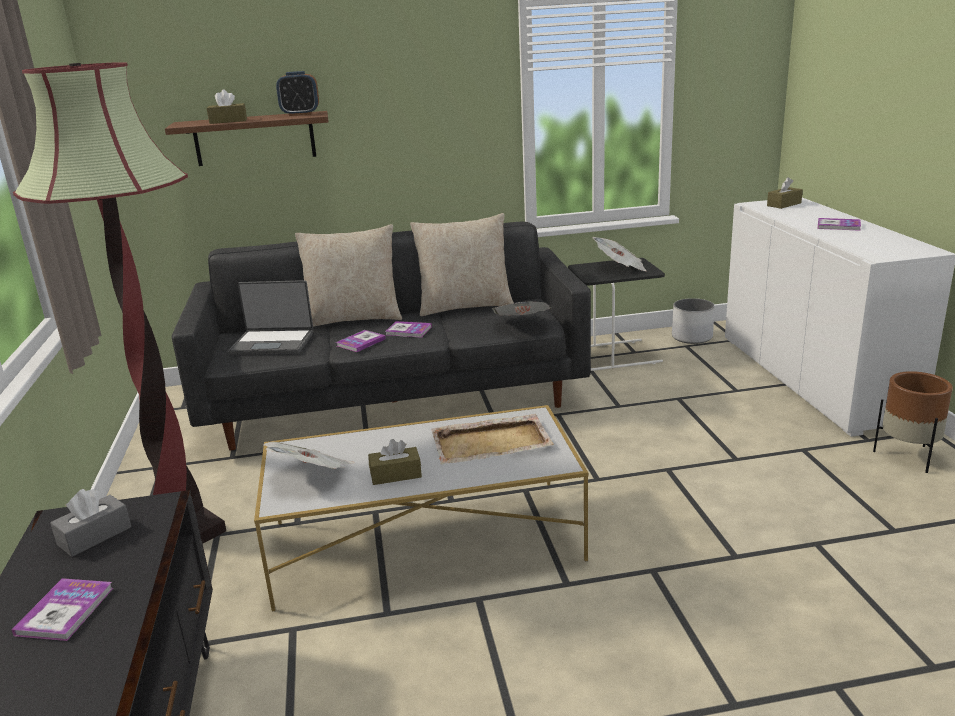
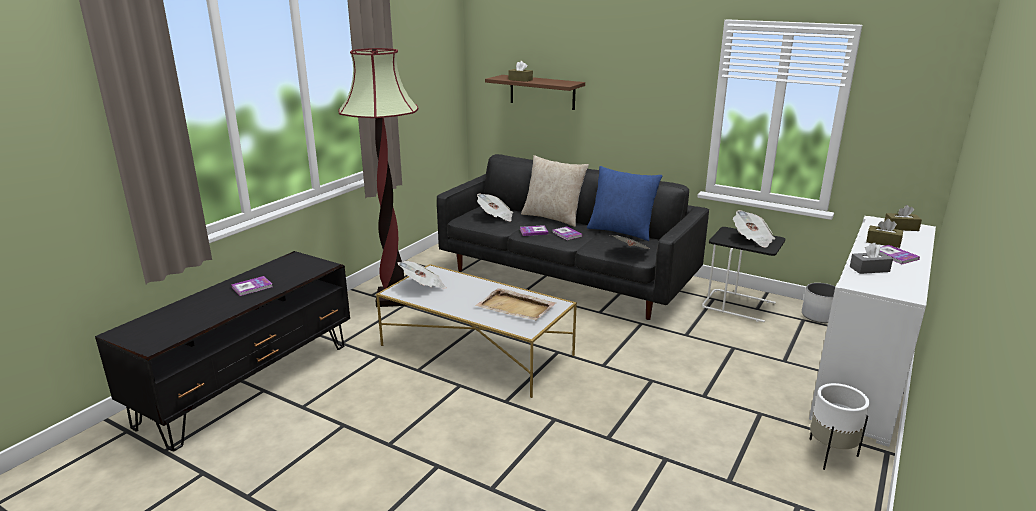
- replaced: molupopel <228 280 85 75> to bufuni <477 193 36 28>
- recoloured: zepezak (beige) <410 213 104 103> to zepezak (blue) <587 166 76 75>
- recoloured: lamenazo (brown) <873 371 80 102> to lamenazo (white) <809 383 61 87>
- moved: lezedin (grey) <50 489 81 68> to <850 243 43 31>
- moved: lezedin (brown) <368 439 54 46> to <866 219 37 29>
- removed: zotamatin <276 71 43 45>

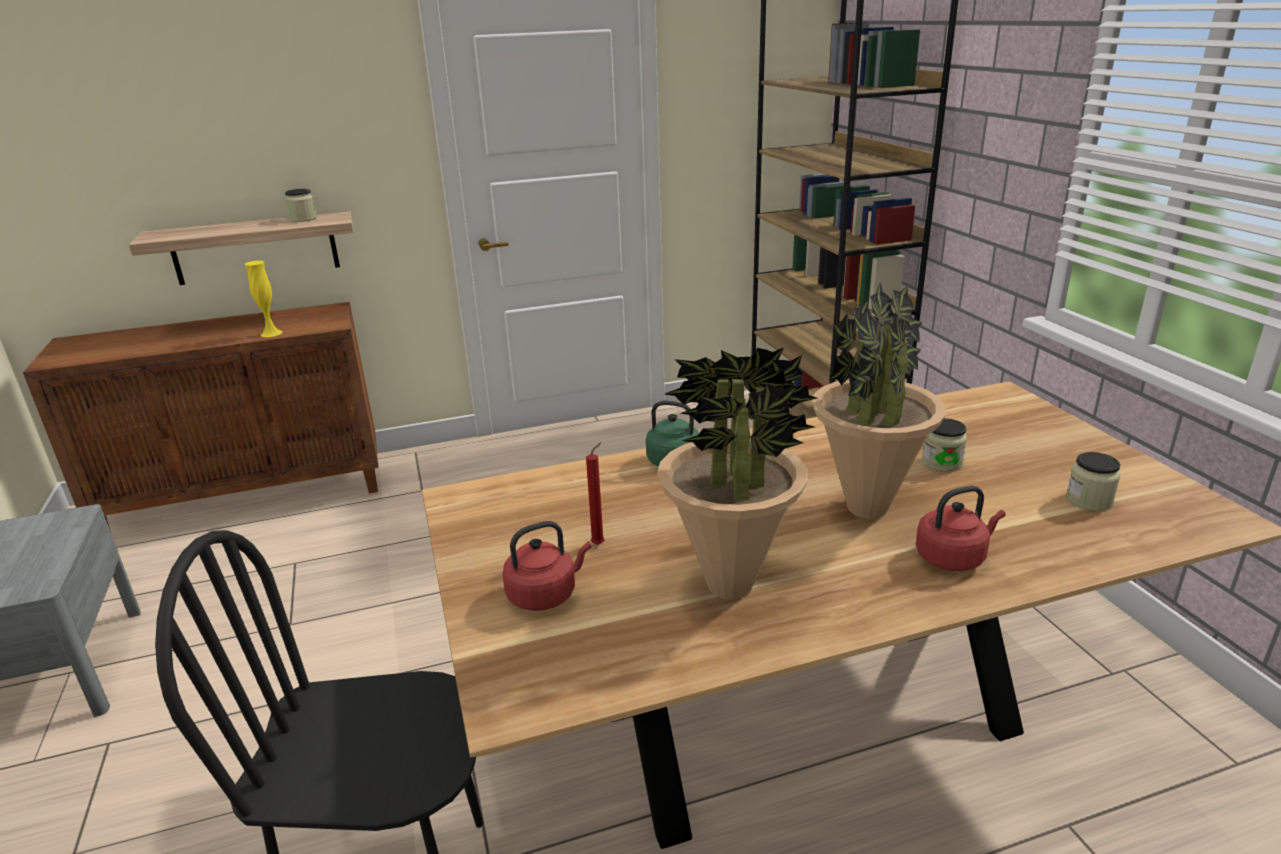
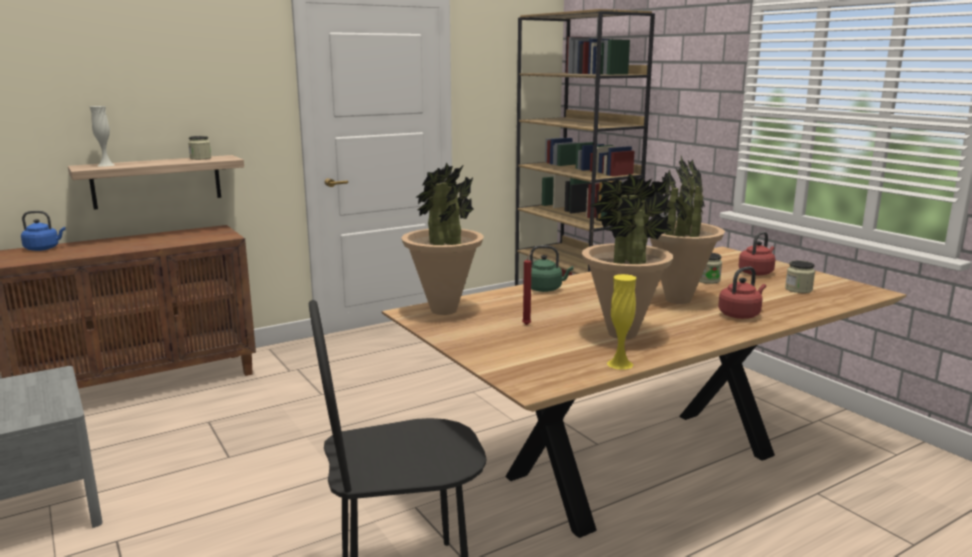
- added: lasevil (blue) <21 211 44 40>
- added: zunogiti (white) <90 106 25 61>
- added: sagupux <401 163 83 152>
- moved: zunogiti (yellow) <244 261 38 76> to <607 274 29 96>
- moved: lasevil (red) <502 521 90 90> to <739 232 36 43>

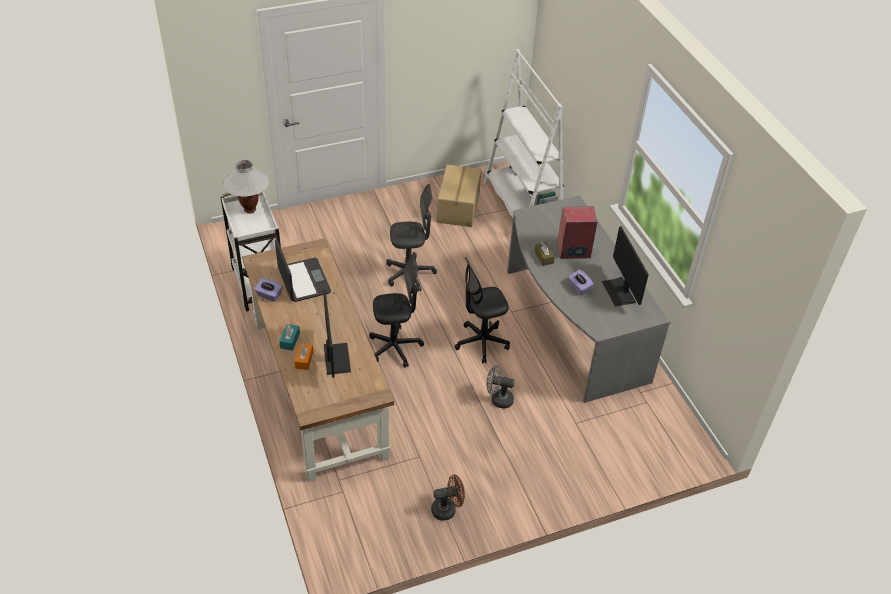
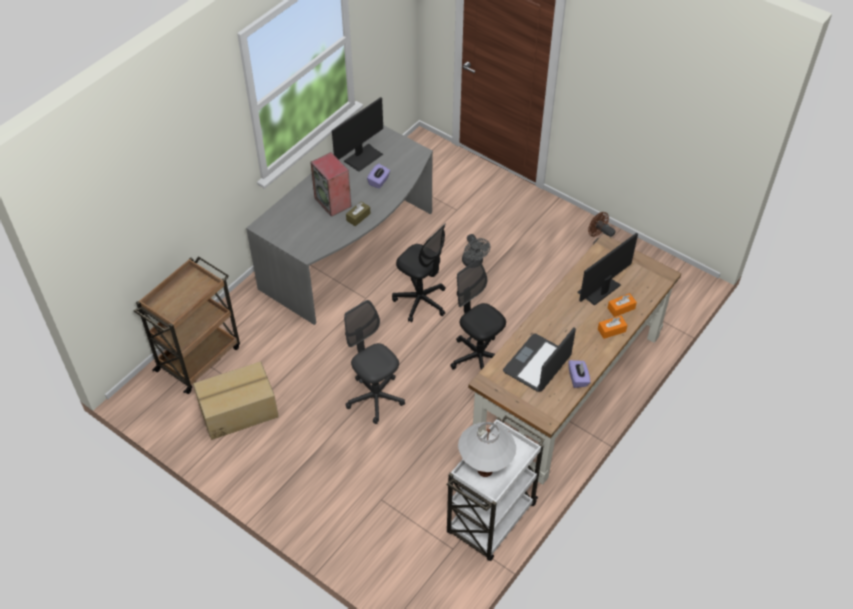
- replaced: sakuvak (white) <484 49 80 169> to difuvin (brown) <134 256 106 138>
- recoloured: lezedin (turquoise) <279 324 21 27> to lezedin (orange) <598 316 29 23>

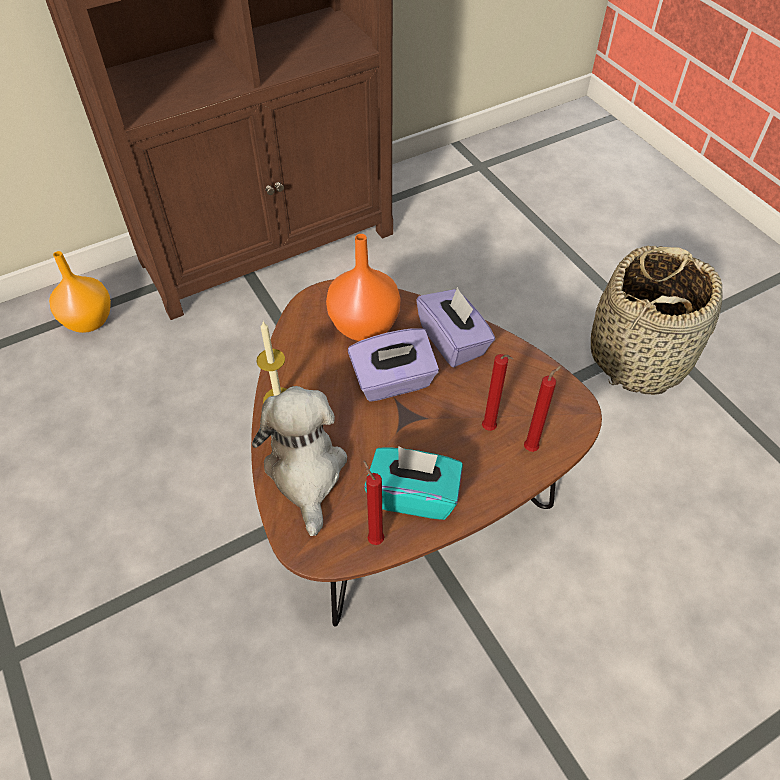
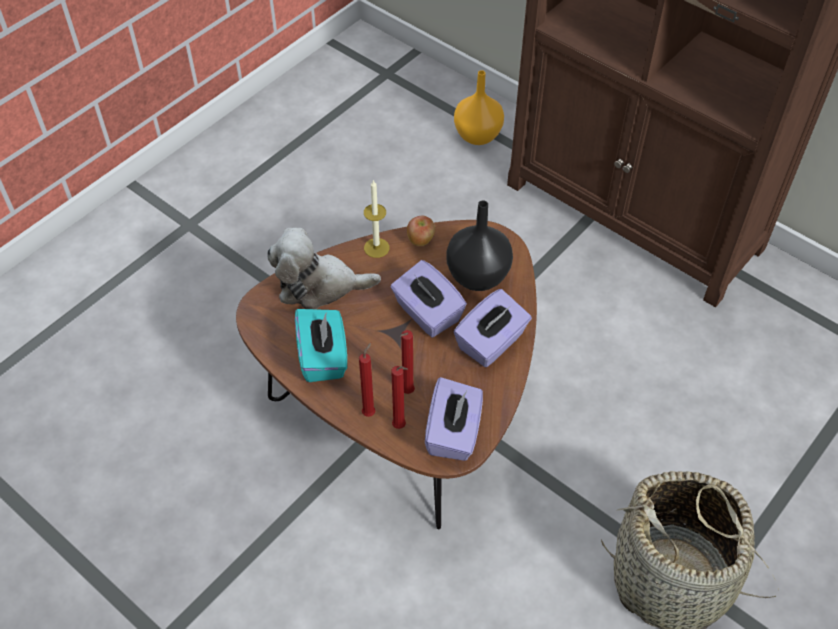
- turned: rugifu <252 386 95 150> = <267 227 114 82> 150 degrees counterclockwise
- moved: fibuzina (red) <363 460 21 85> to <359 343 16 74>
- added: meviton <407 216 28 30>
- added: lezedin (purple) <425 377 58 84>
- recoloured: zunogiti (orange) <326 234 75 107> to zunogiti (black) <446 200 67 91>

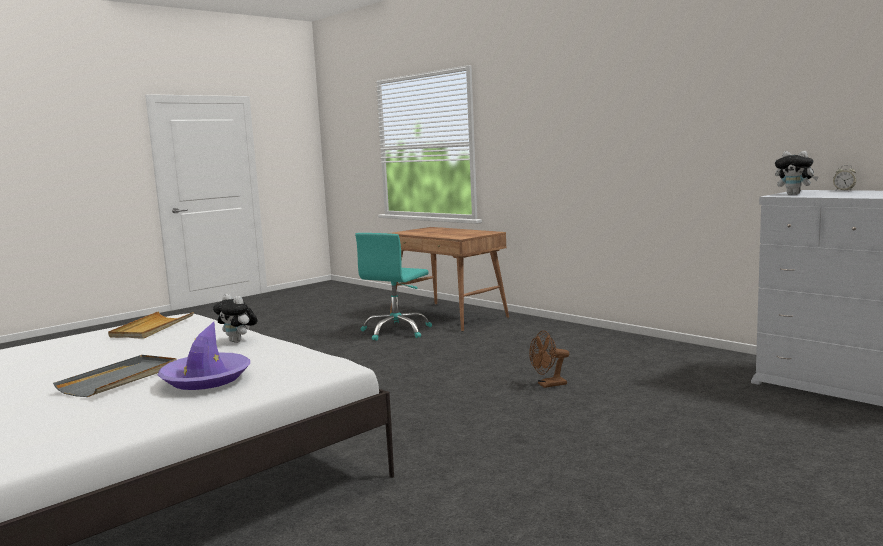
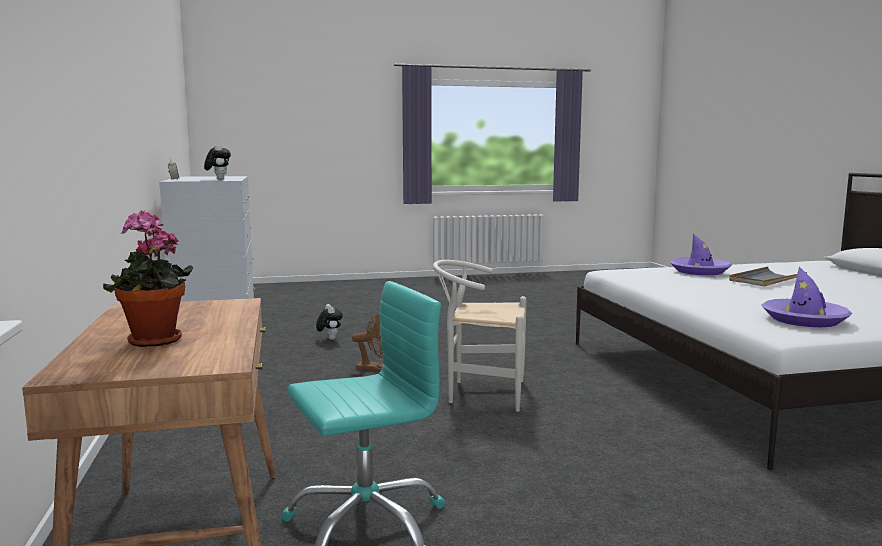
- added: sagupux <103 210 90 137>
- moved: rugifu <213 294 45 49> to <316 304 27 36>
- added: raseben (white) <433 260 94 152>
- replaced: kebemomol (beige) <108 311 86 28> to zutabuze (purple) <762 267 91 60>

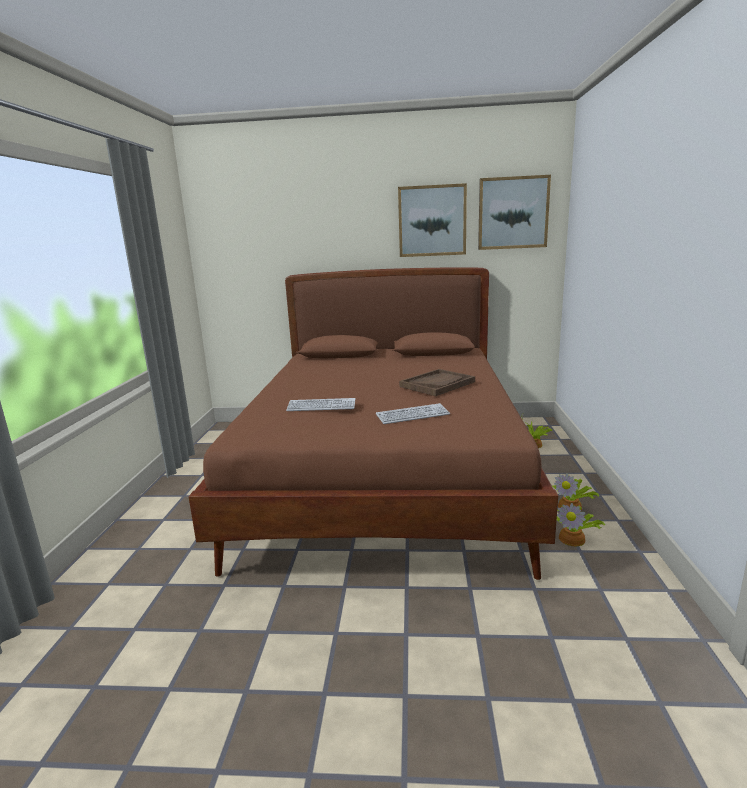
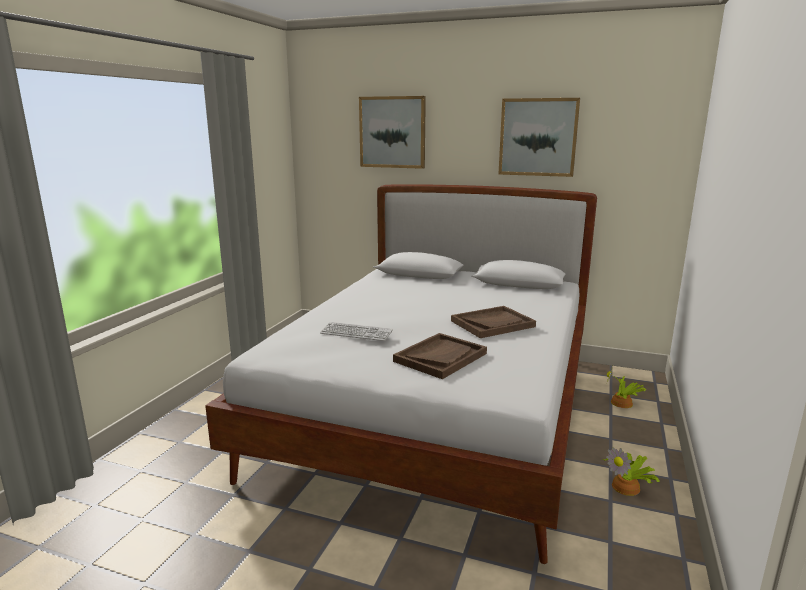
- recoloured: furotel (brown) <189 267 369 313> to furotel (white) <205 184 392 380>
- moved: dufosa <478 175 73 75> to <359 96 67 73>
- replaced: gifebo <376 403 74 21> to kebemomol (brown) <393 333 94 46>
- removed: sagupux <557 503 48 43>

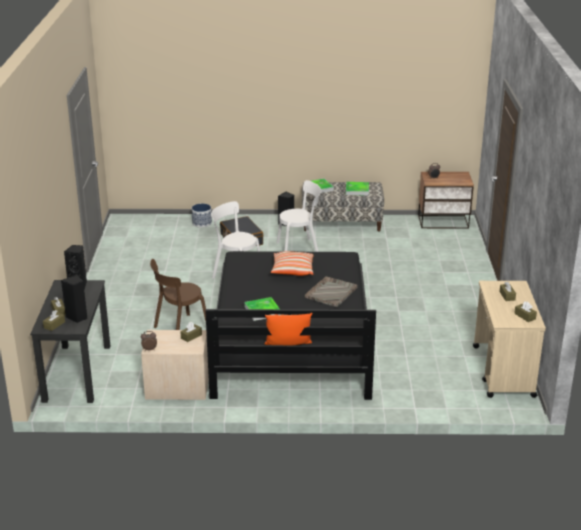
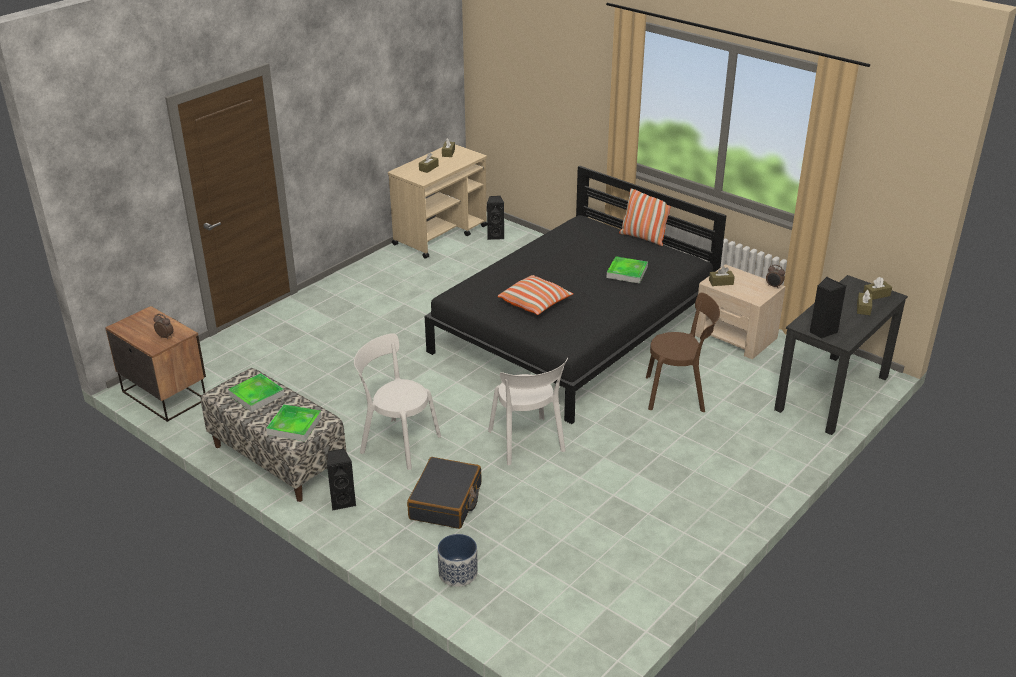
- moved: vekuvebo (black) <61 274 27 49> to <487 196 17 44>
- removed: kebemomol (grey) <305 276 52 31>

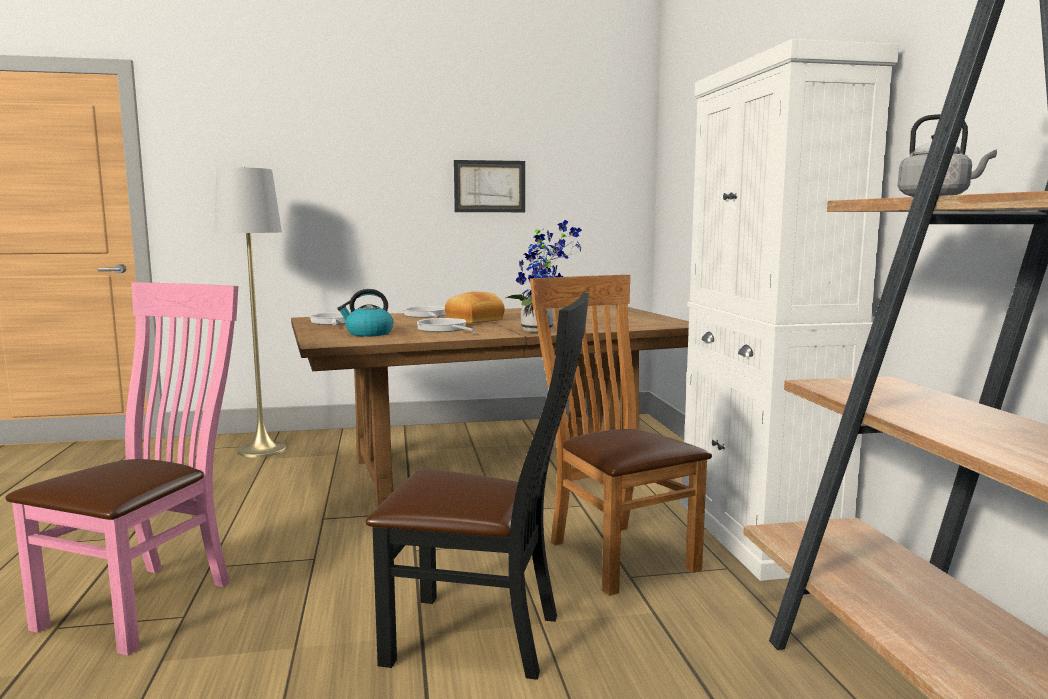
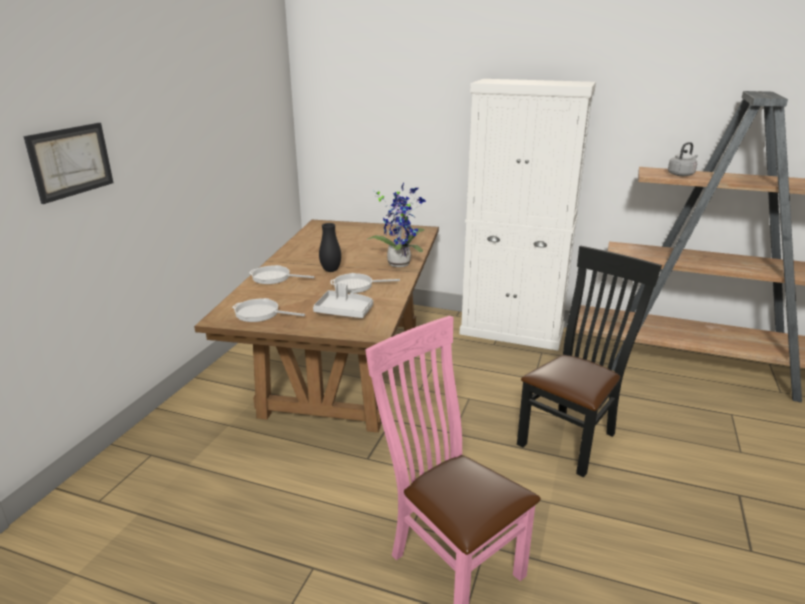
- moved: dufosa <454 160 71 52> to <23 123 90 81>
- replaced: lasevil <337 289 56 48> to kebemomol (grey) <313 283 60 35>
- replaced: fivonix <445 292 60 32> to zunogiti (black) <319 223 22 49>
- removed: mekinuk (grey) <214 167 73 291>
- removed: raseben (brown) <530 275 182 321>

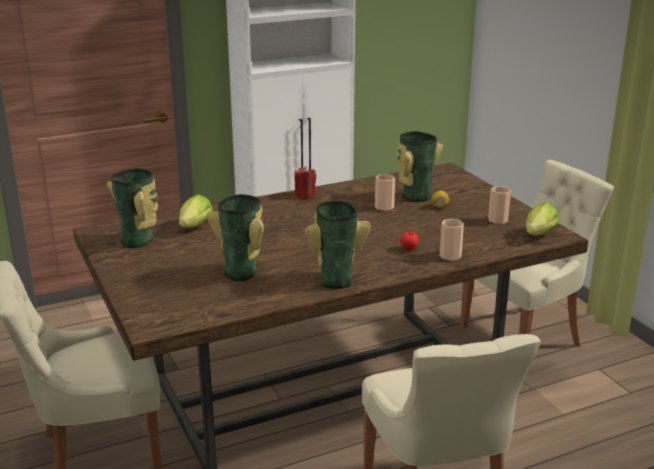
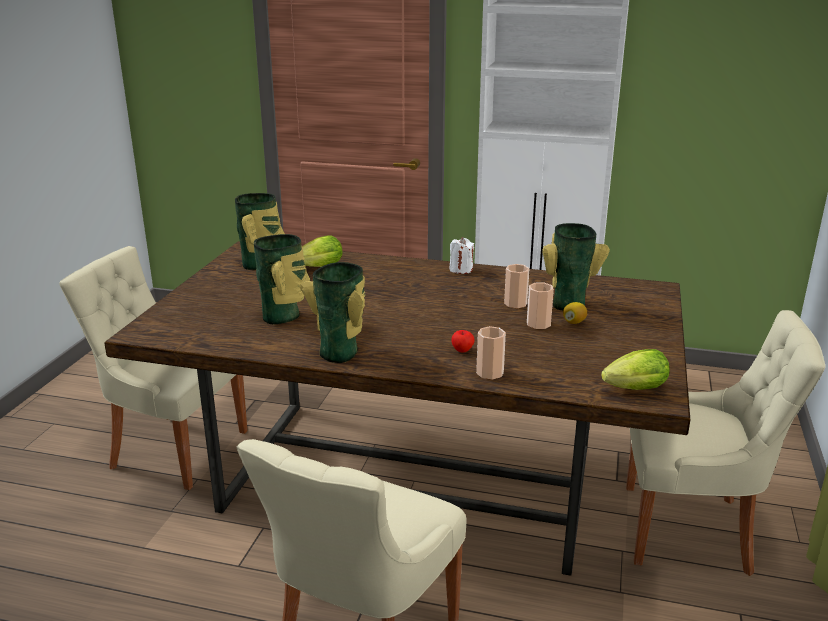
- recoloured: fibuzina (red) <295 167 21 32> to fibuzina (white) <449 237 25 37>
- moved: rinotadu <488 186 23 38> to <527 283 27 46>

